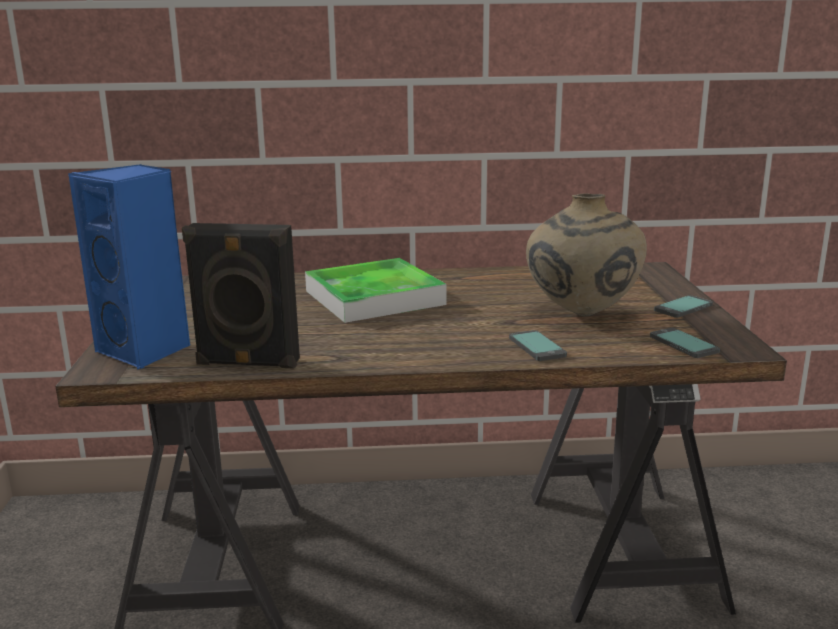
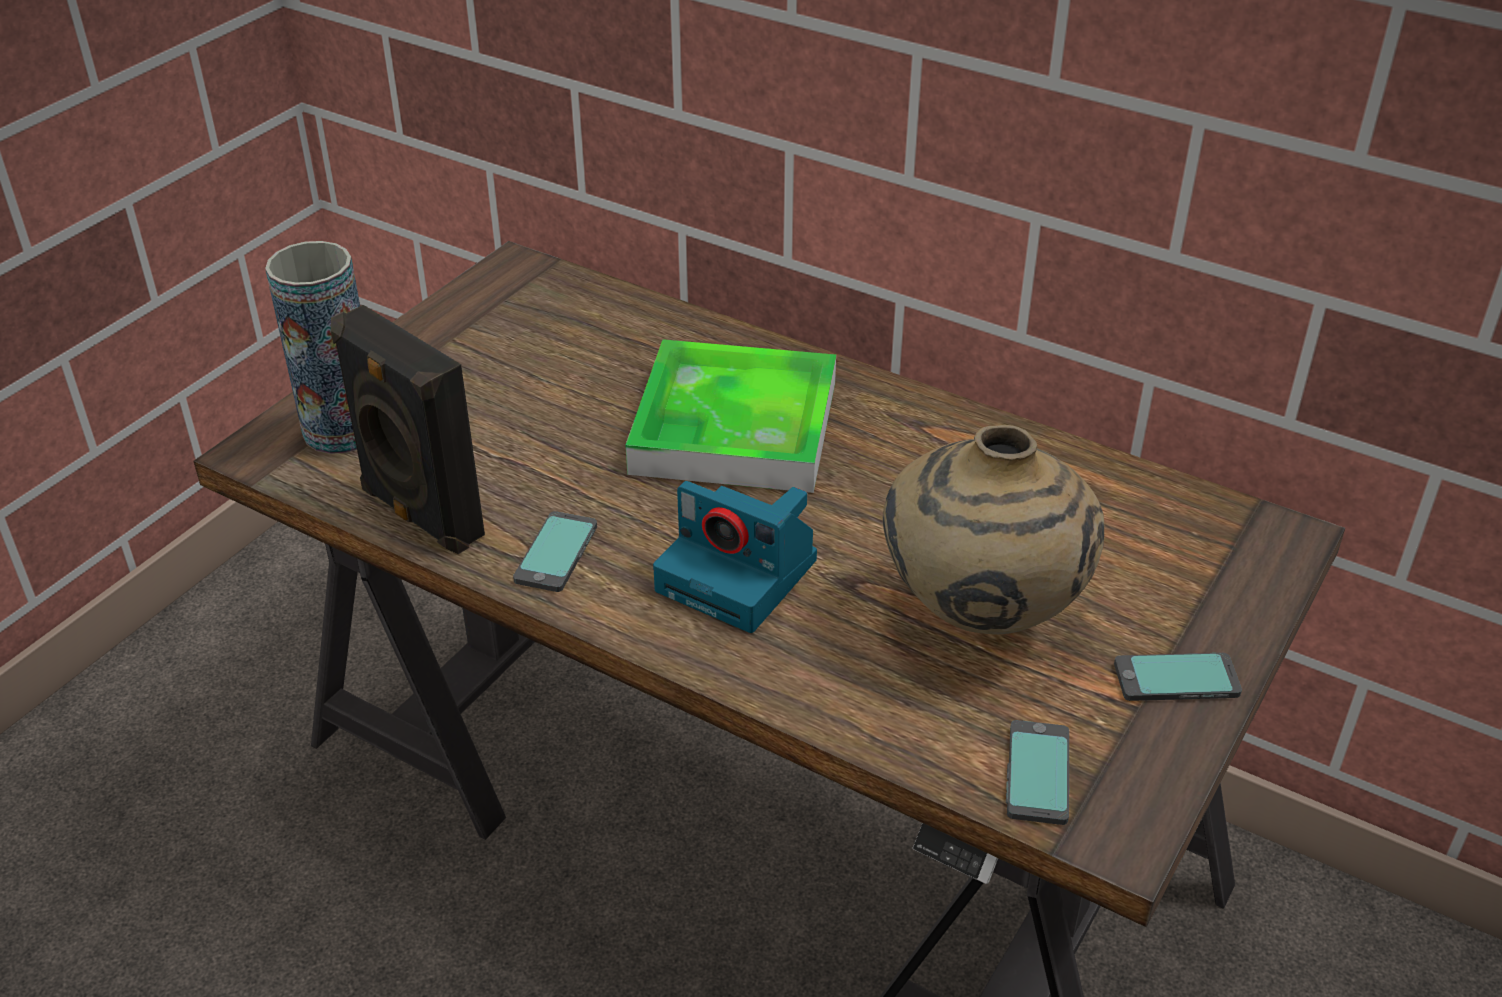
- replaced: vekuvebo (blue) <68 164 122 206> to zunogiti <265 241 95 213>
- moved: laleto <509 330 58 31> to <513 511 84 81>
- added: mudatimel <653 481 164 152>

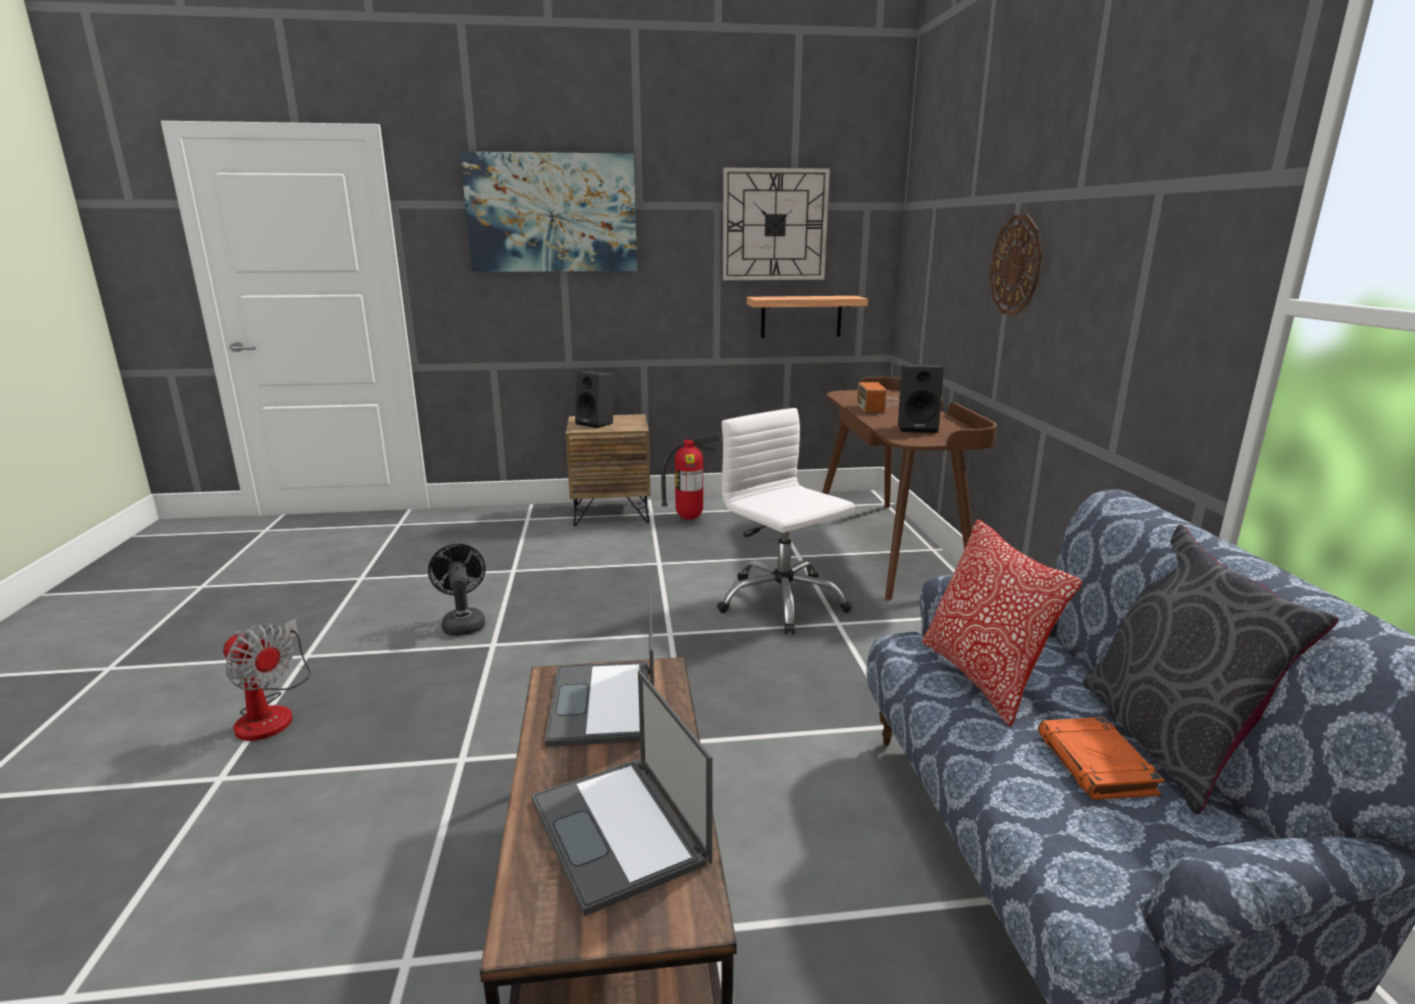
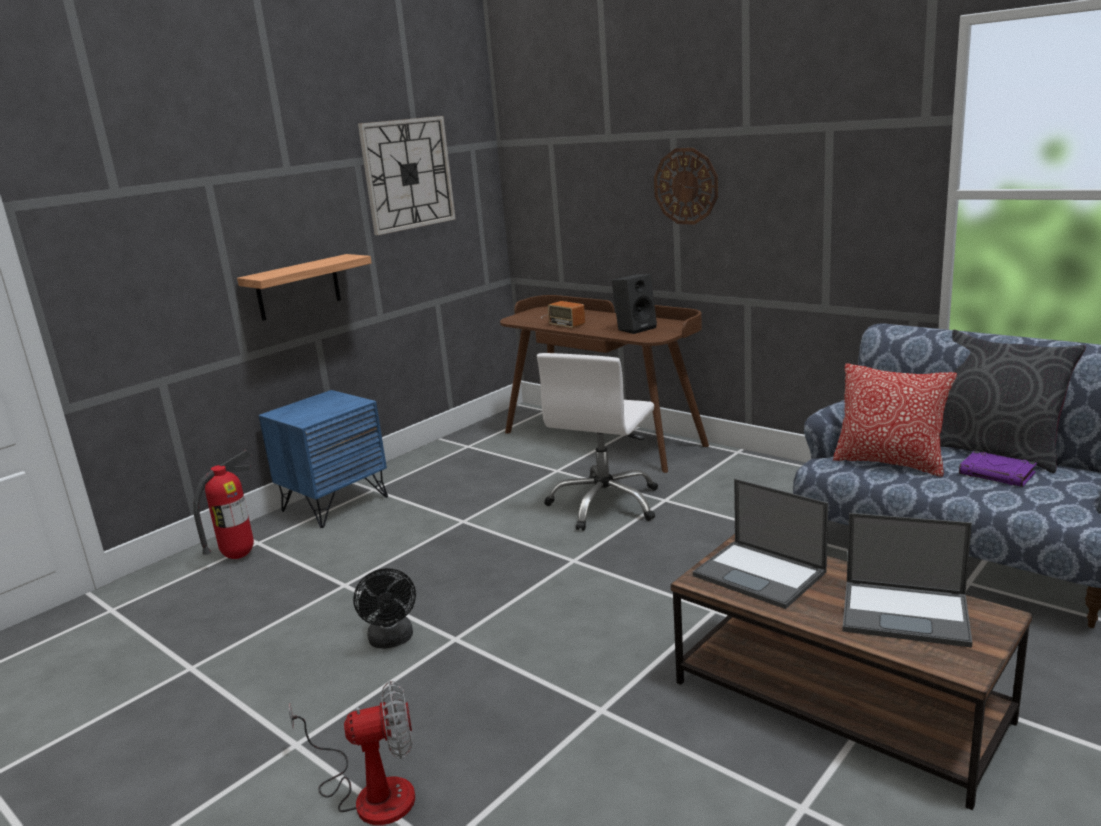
- moved: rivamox <661 435 59 85> to <193 450 61 109>
- moved: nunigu <747 296 121 42> to <237 254 135 67>
- recoloured: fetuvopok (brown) <566 414 85 112> to fetuvopok (blue) <258 390 130 138>
- turned: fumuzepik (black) <428 544 58 92> = <353 568 63 81> 135 degrees counterclockwise
- turned: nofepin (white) <717 408 138 226> = <537 353 121 178> 75 degrees counterclockwise
- recoloured: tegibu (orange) <1038 717 126 83> to tegibu (purple) <959 451 78 36>
- removed: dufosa <460 152 177 120>
- removed: vekuvebo (black) <575 371 40 57>

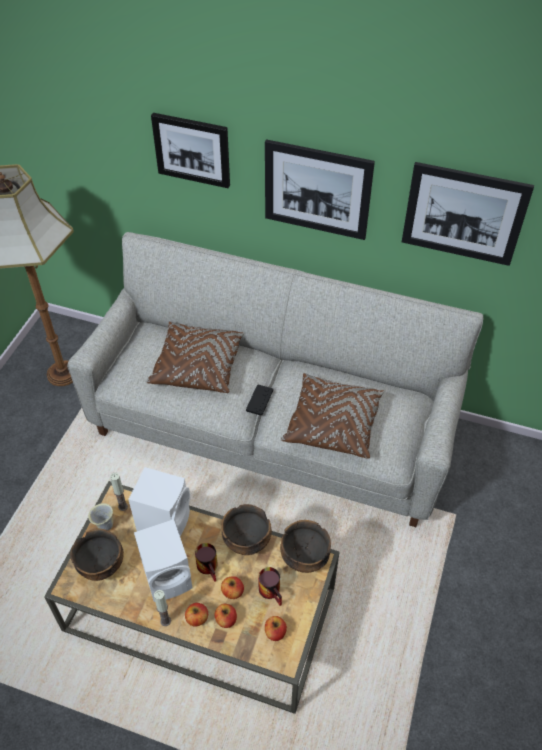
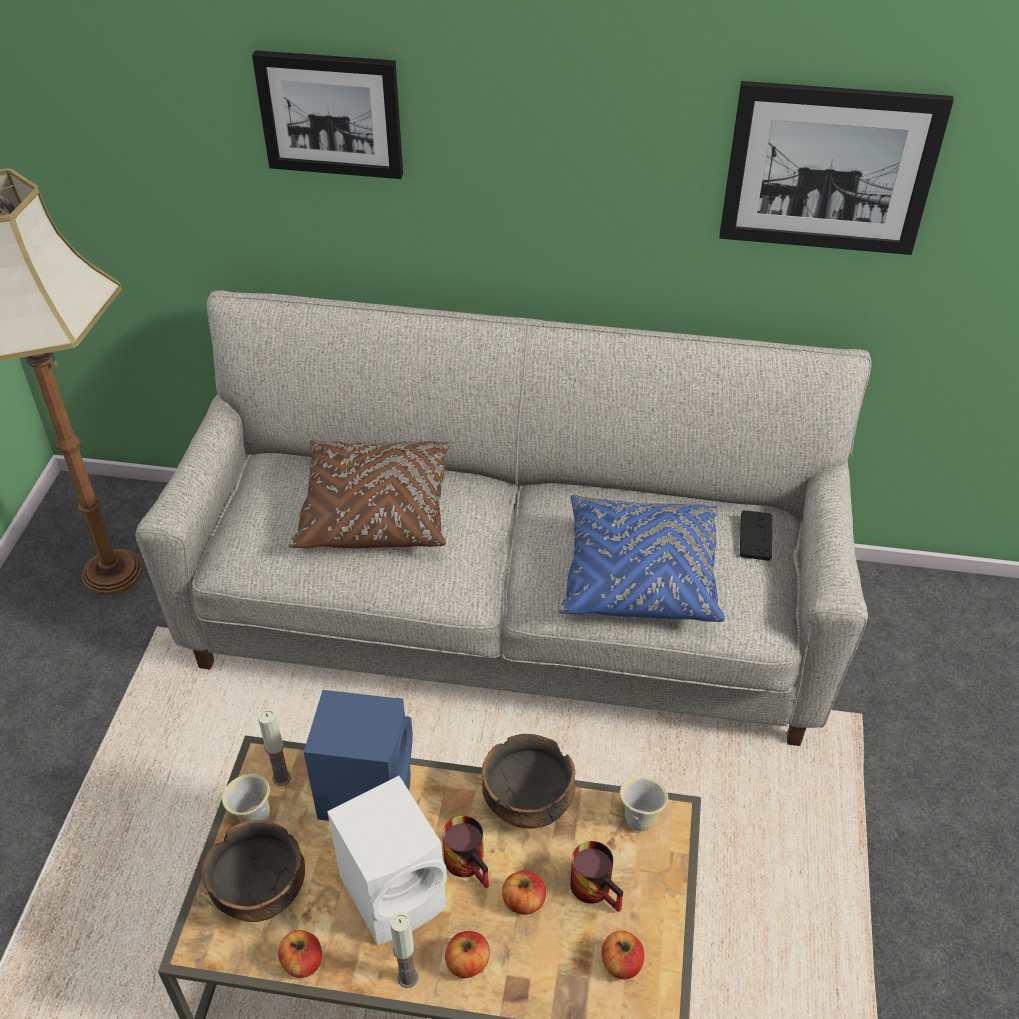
- moved: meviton <215 604 22 24> to <278 930 44 48>
- recoloured: vekuvebo (white) <128 467 62 69> to vekuvebo (blue) <304 690 109 131>
- recoloured: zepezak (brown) <281 373 104 86> to zepezak (blue) <558 495 167 127>
- replaced: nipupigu <280 520 51 53> to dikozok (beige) <620 775 48 56>
- moved: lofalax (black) <246 385 27 30> to <740 510 32 51>
- removed: dufosa <265 139 110 101>

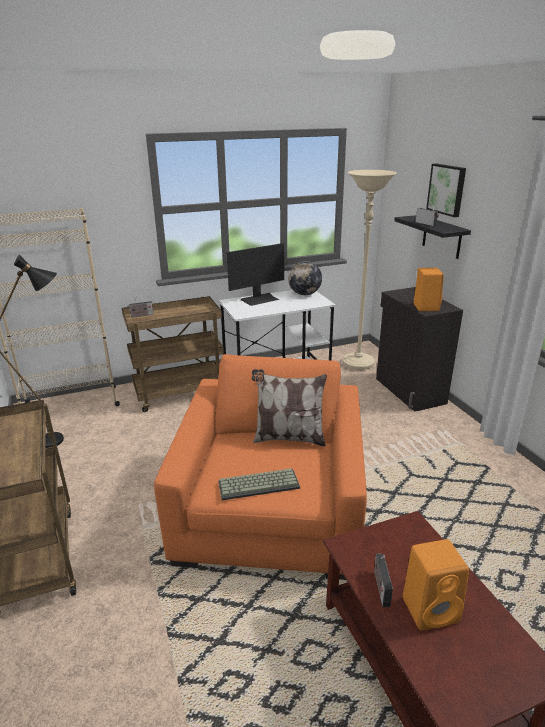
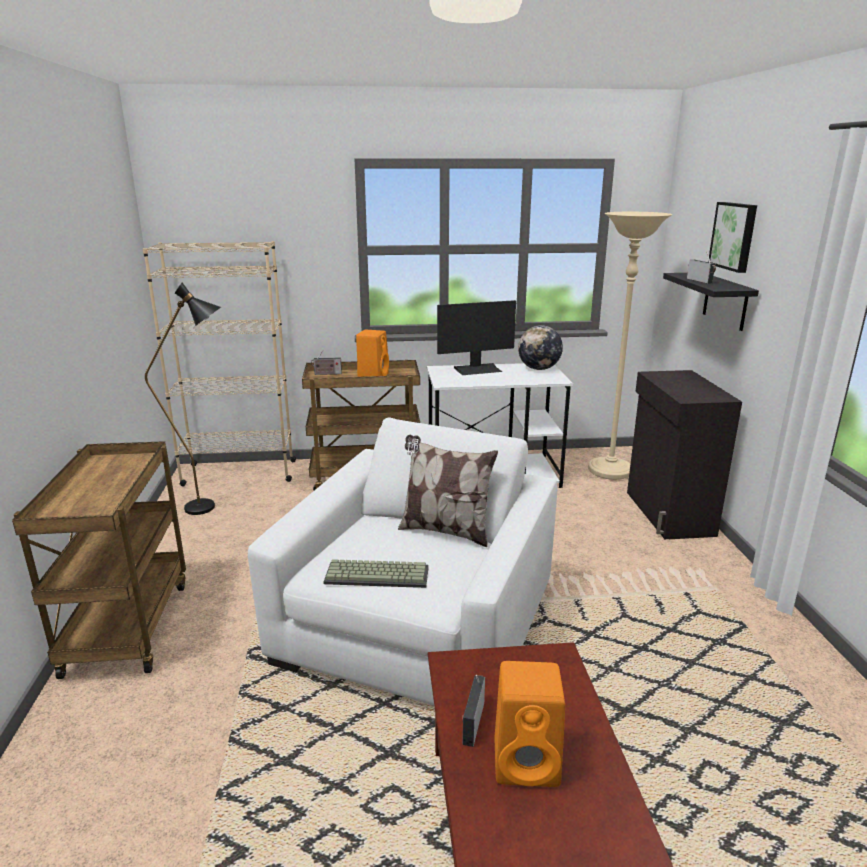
- recoloured: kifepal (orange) <154 354 213 226> to kifepal (white) <248 417 309 288>
- moved: vekuvebo (orange) <413 268 30 43> to <356 330 33 47>

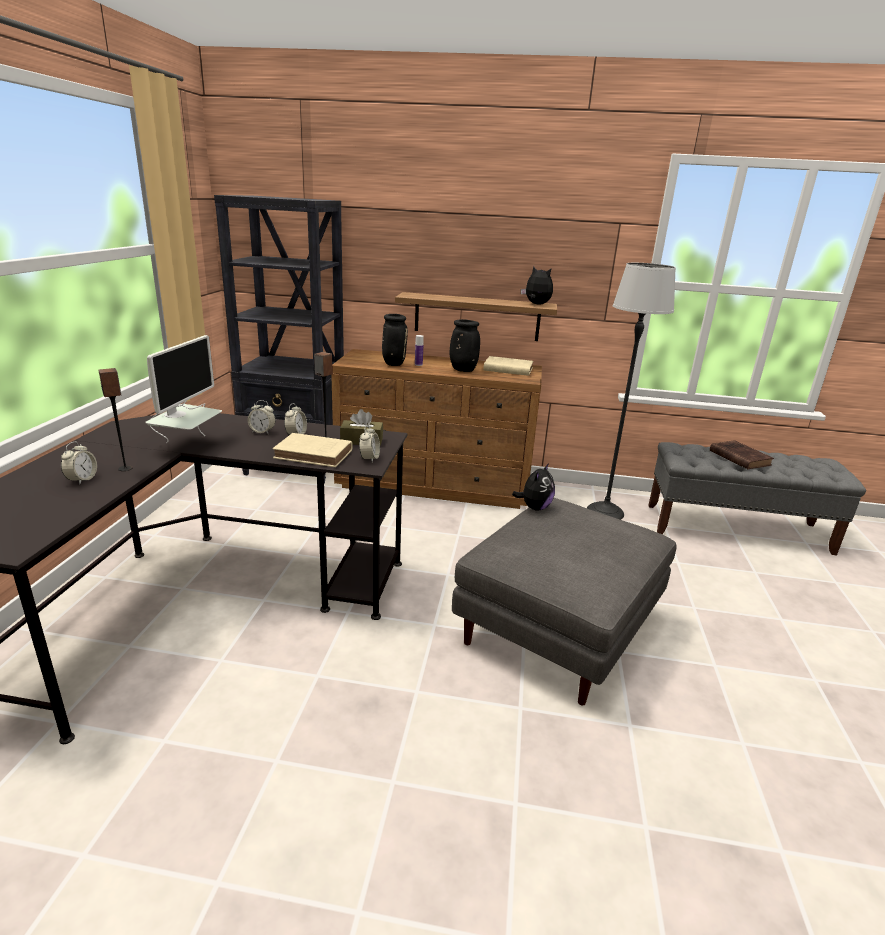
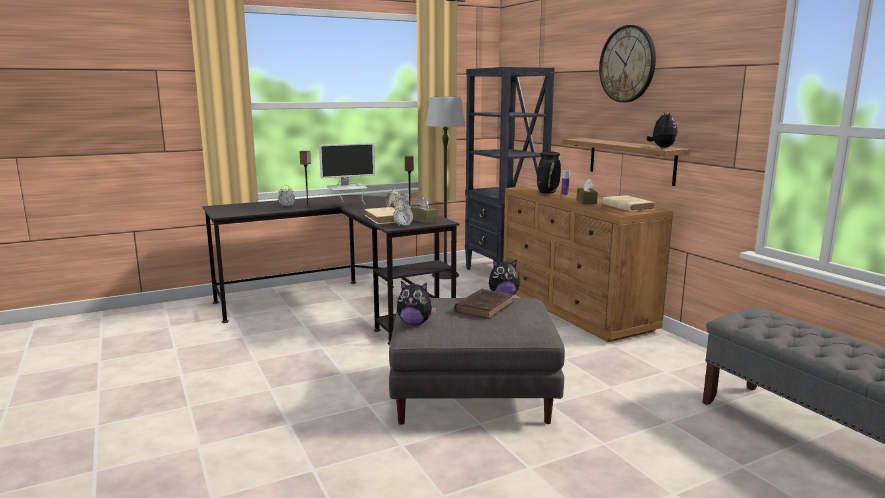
- added: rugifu <397 281 40 44>
- moved: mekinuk <587 263 89 257> to <426 97 40 182>
- moved: tegibu (brown) <710 440 64 29> to <454 289 59 30>
- replaced: zunogiti (black) <450 319 30 53> to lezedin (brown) <577 179 21 25>
- added: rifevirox <599 25 57 78>

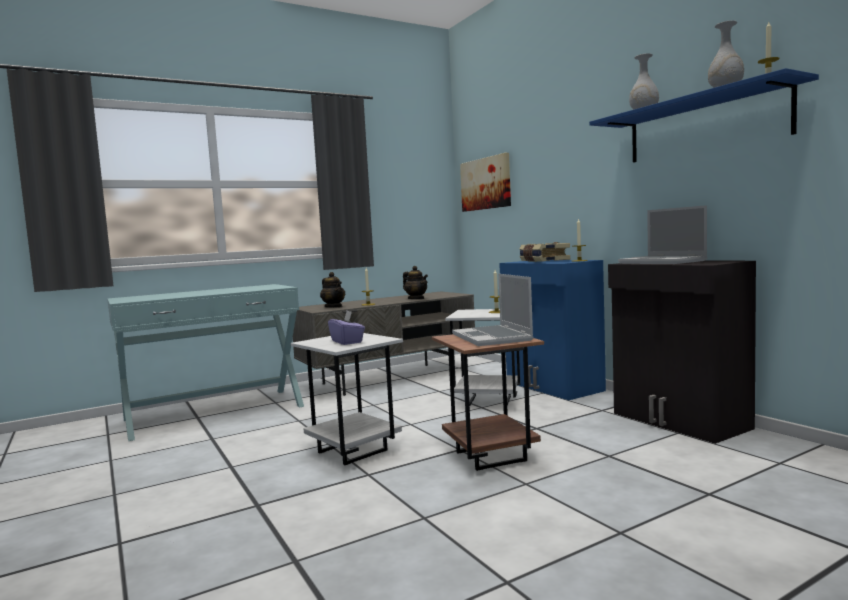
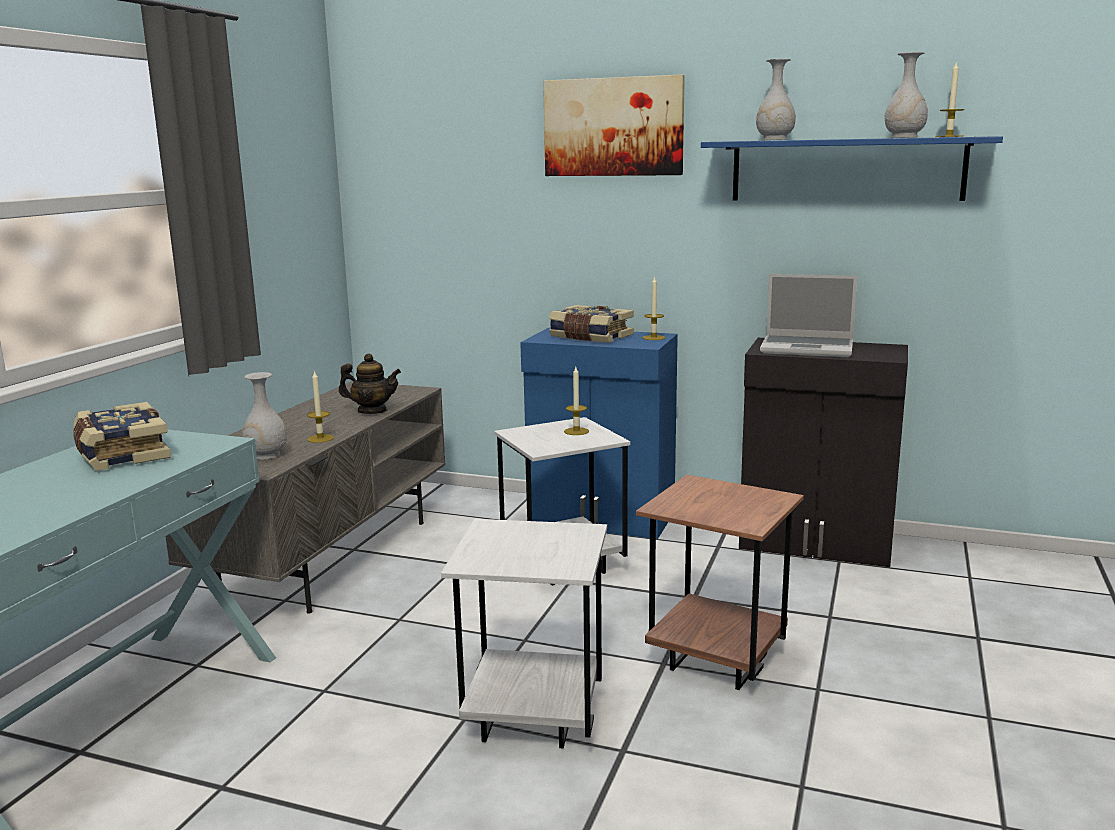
- added: tegibu <73 402 98 69>
- replaced: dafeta <320 272 25 36> to zunogiti (white) <242 372 45 88>
- moved: dufosa <460 153 51 59> to <543 75 142 101>
- removed: lezedin (purple) <328 311 37 34>
- removed: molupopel <452 274 82 72>

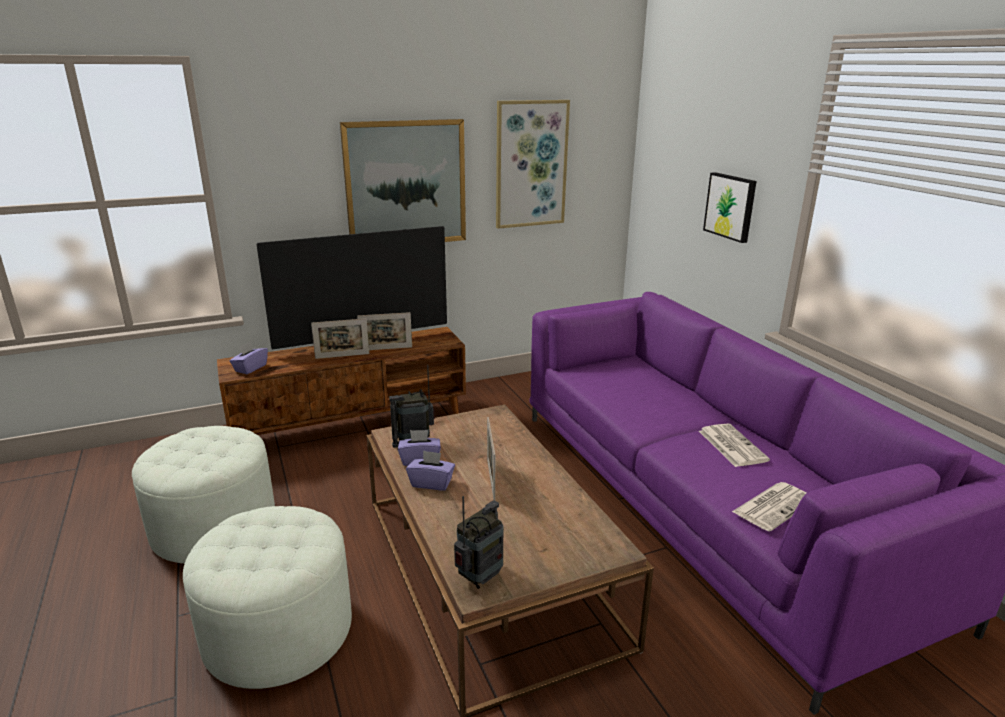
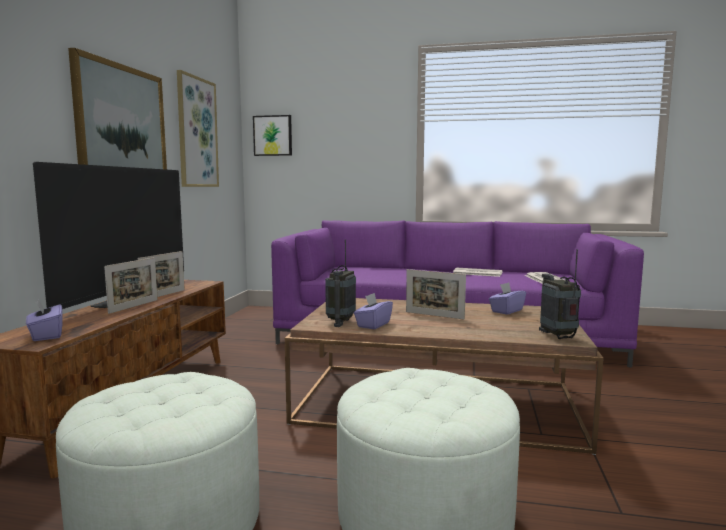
- moved: dufosa <703 172 53 71> to <253 115 39 41>
- moved: lezedin (purple) <406 450 49 41> to <489 282 37 33>

